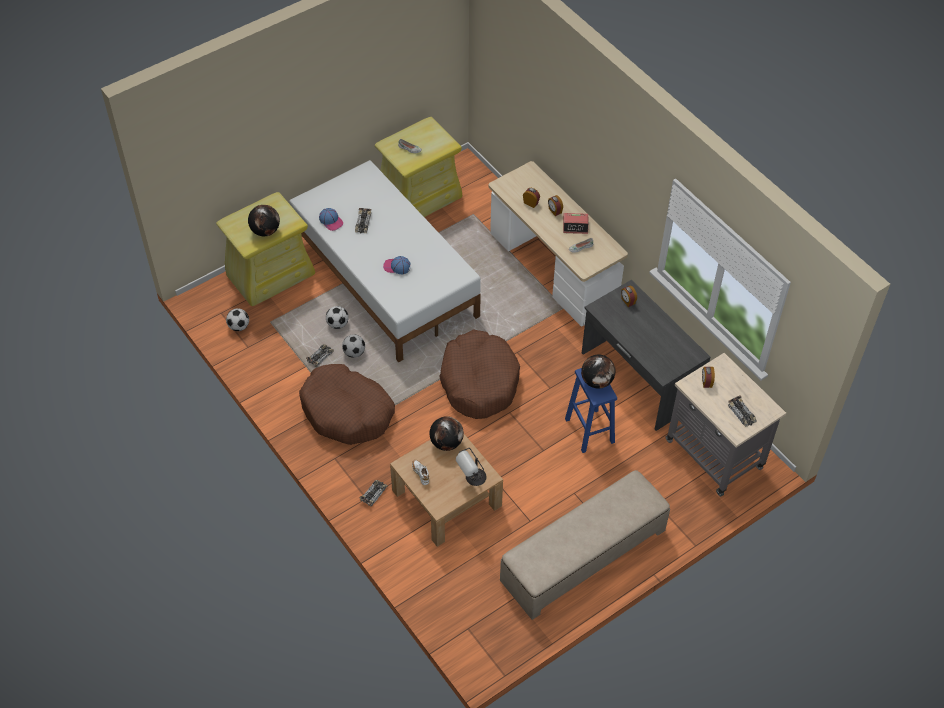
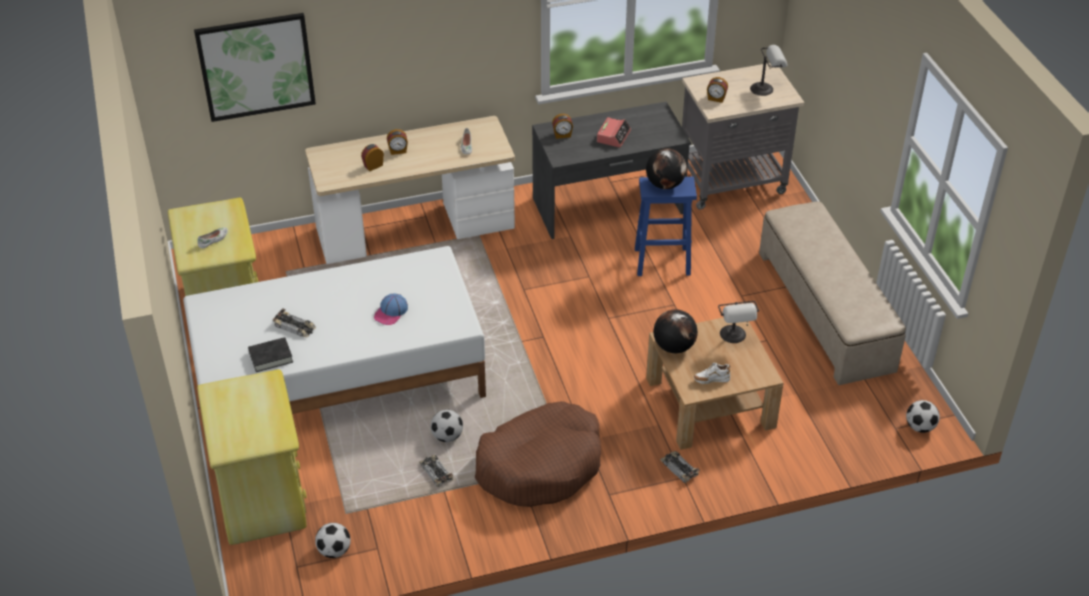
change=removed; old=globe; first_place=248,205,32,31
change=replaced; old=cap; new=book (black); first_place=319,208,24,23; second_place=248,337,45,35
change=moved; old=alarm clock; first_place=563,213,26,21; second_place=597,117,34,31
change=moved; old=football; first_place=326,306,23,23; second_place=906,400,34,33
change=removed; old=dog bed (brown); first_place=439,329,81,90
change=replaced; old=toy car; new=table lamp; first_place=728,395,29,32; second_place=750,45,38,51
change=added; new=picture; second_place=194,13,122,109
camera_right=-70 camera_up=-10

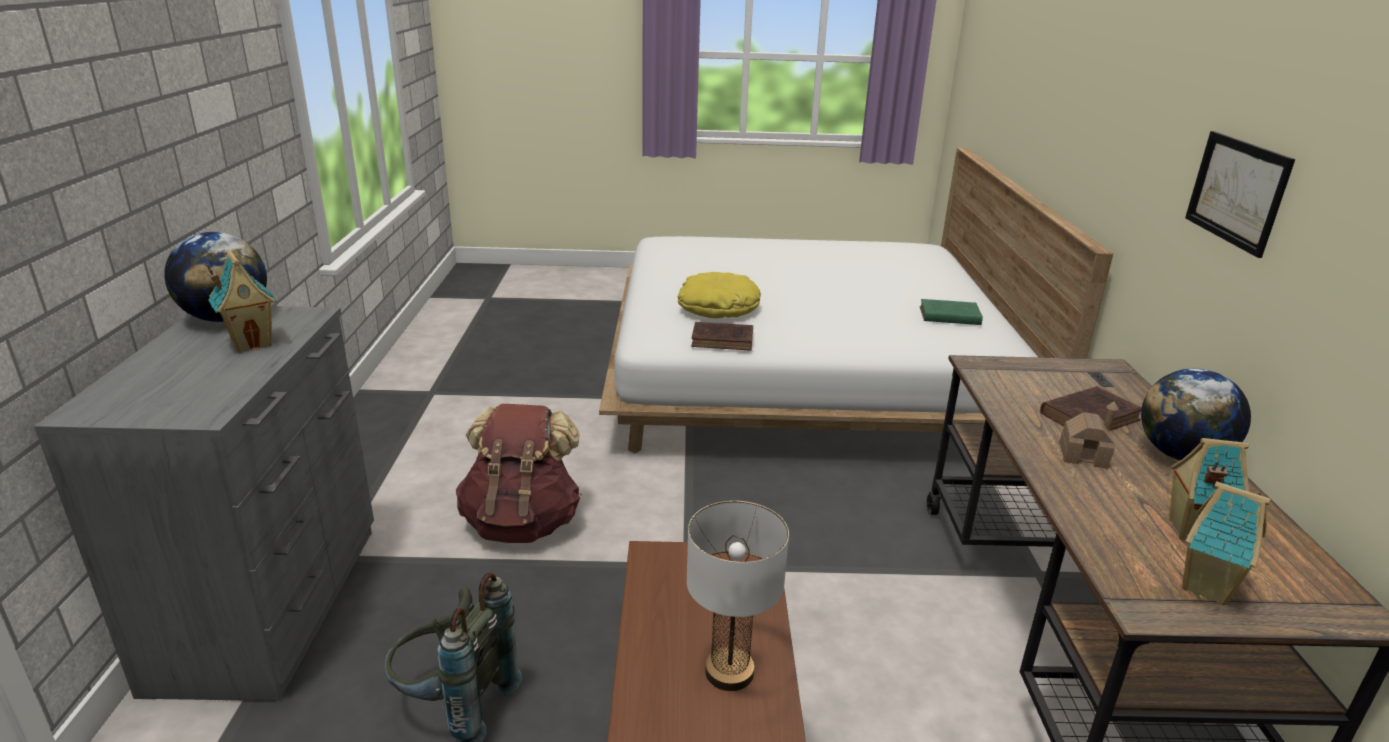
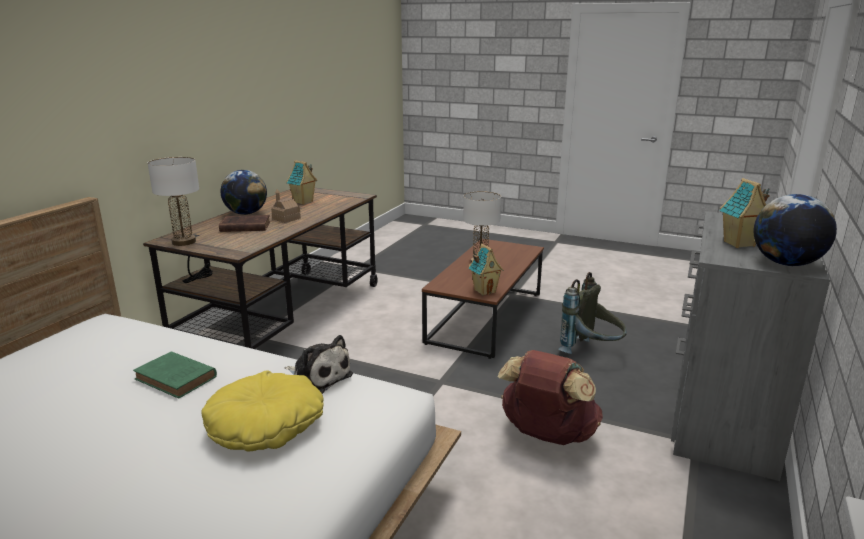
change=removed; old=picture; first_place=1185,131,110,127
change=moved; old=book (green); first_place=920,299,63,26; second_place=133,351,84,47
change=replaced; old=book (brown); new=plush toy; first_place=691,322,62,29; second_place=284,335,69,59
change=moved; old=toy house; first_place=1182,481,89,124; second_place=468,244,35,52
change=added; new=table lamp; second_place=148,157,51,89
camera_right=-155 camera_up=-5

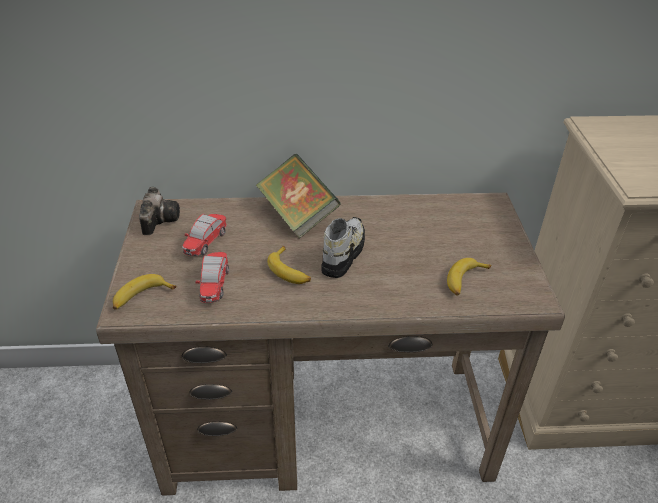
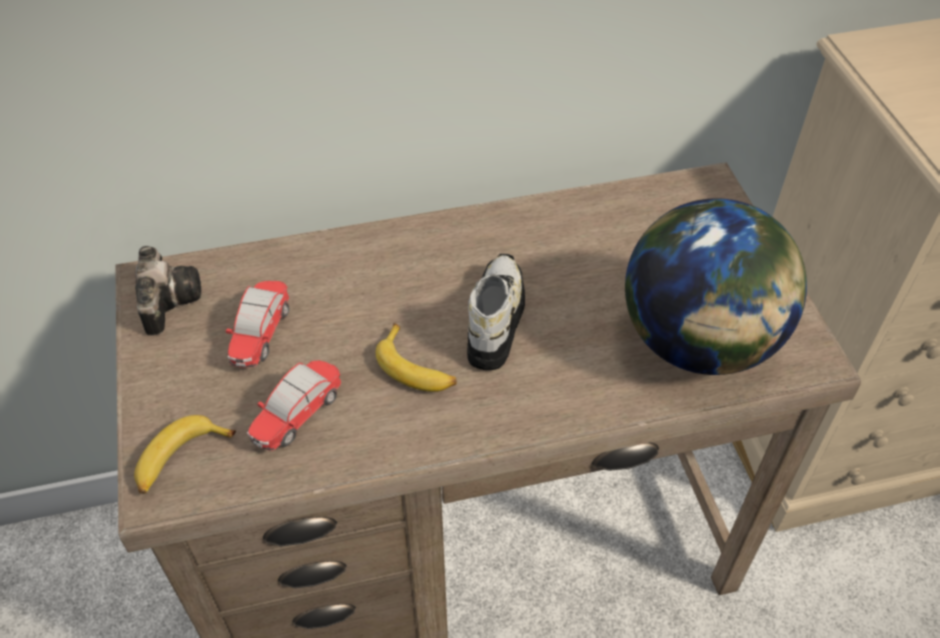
change=removed; old=book; first_place=255,154,85,84
change=turned; old=toy car; first_place=196,252,33,51; second_place=247,360,94,91; degrees=45
change=replaced; old=banana; new=globe; first_place=447,258,44,37; second_place=625,198,182,177
camera_right=-10 camera_up=10

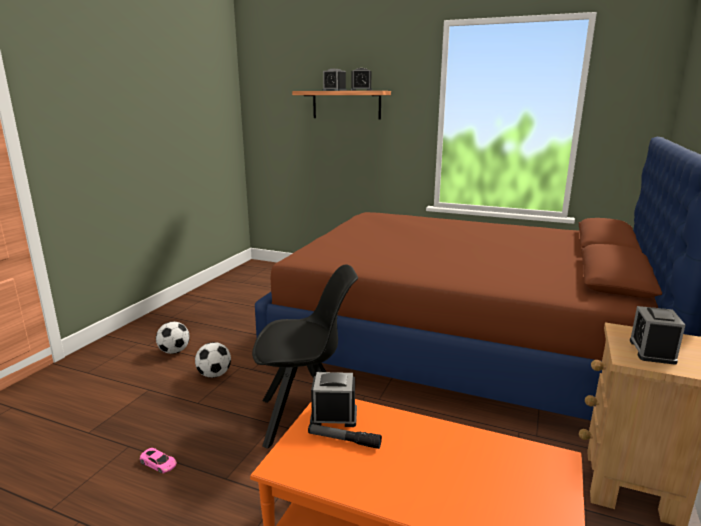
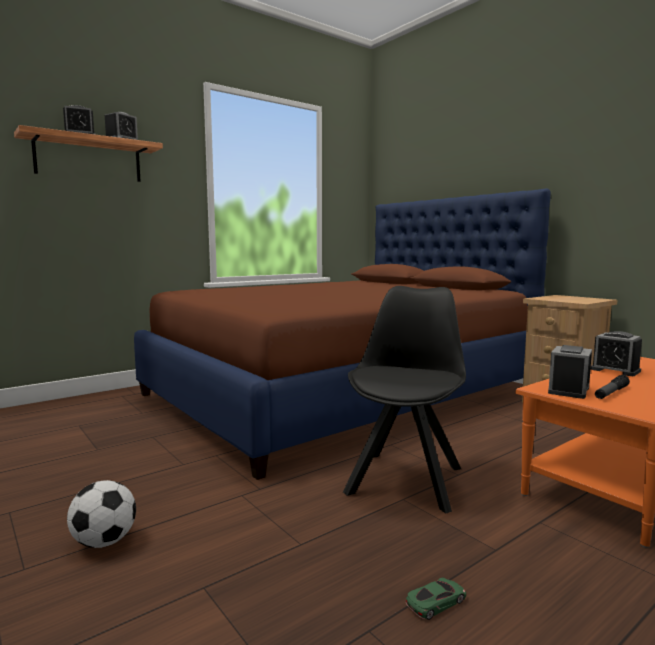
change=moved; old=alarm clock; first_place=630,306,55,59; second_place=591,331,51,45
change=removed; old=football; first_place=195,342,36,36
change=recoloured; old=toy car (pink); new=toy car (green); first_place=140,448,37,25; second_place=406,578,60,42
camera_right=-60 camera_up=-10

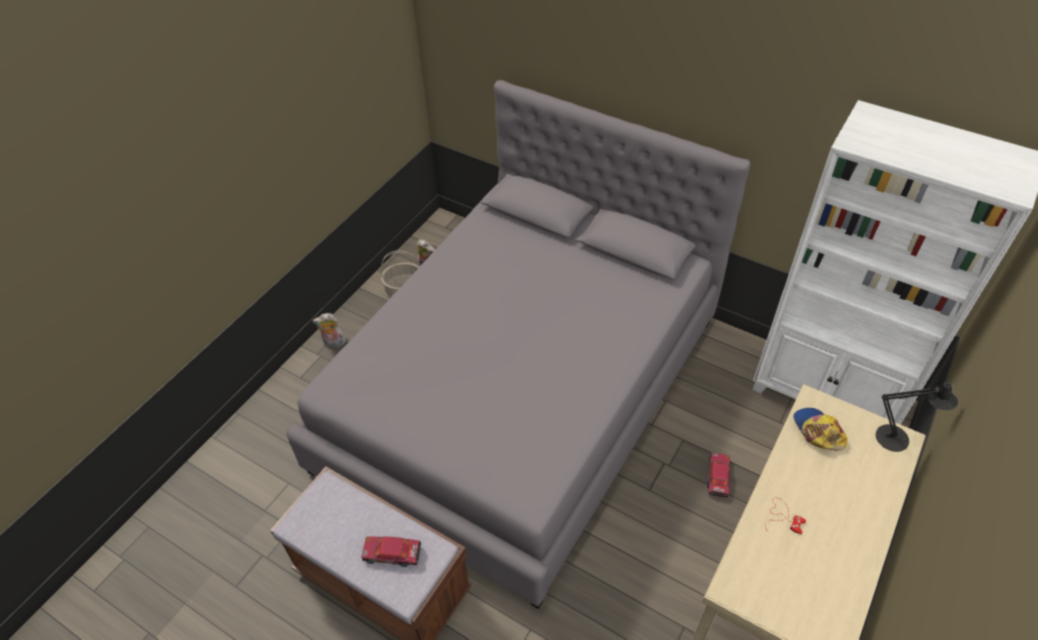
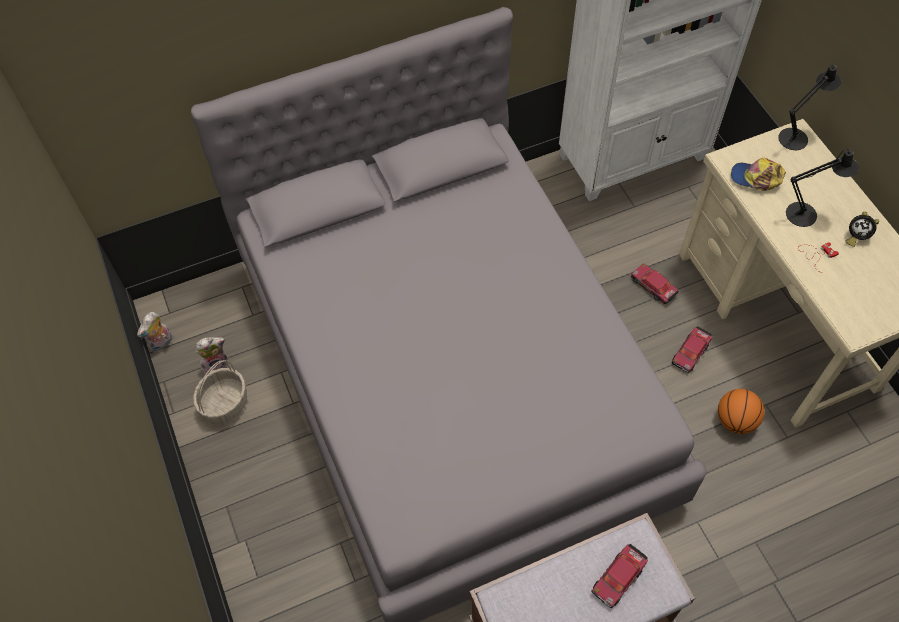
change=moved; old=plush toy; first_place=312,313,34,36; second_place=137,312,35,40
change=added; new=table lamp (black); second_place=786,149,73,78
change=added; new=alarm clock; second_place=845,211,34,36
change=added; new=toy car; second_place=672,326,40,47
change=added; new=basketball; second_place=718,389,47,45
camera_right=-55 camera_up=10

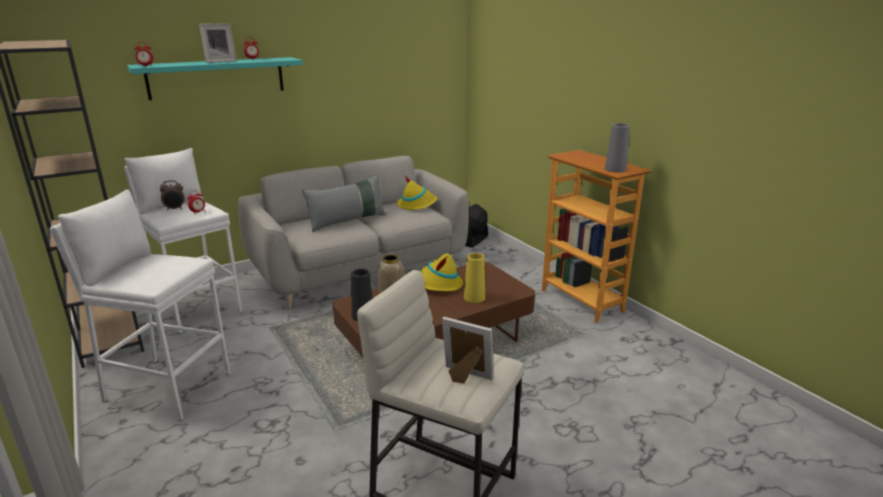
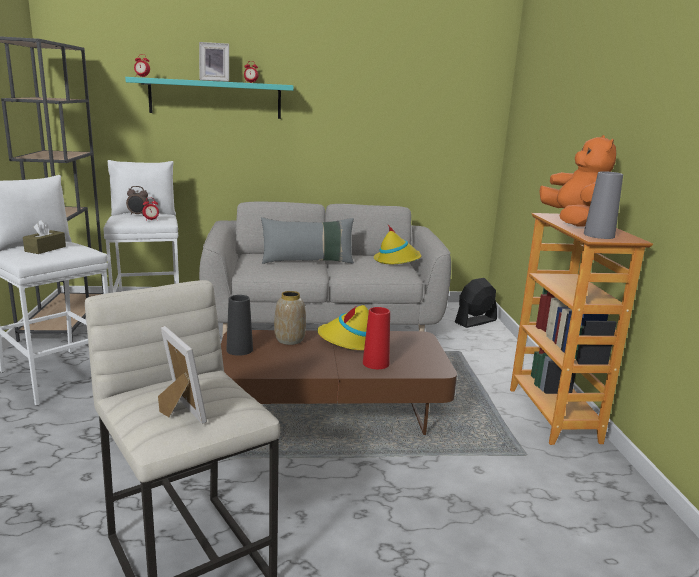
change=recoloured; old=vase (yellow); new=vase (red); first_place=464,253,21,50; second_place=363,307,27,62
change=added; new=plush toy (orange); second_place=540,135,76,92
change=added; new=tissue box (brown); second_place=23,220,43,34
camera_right=25 camera_up=-5

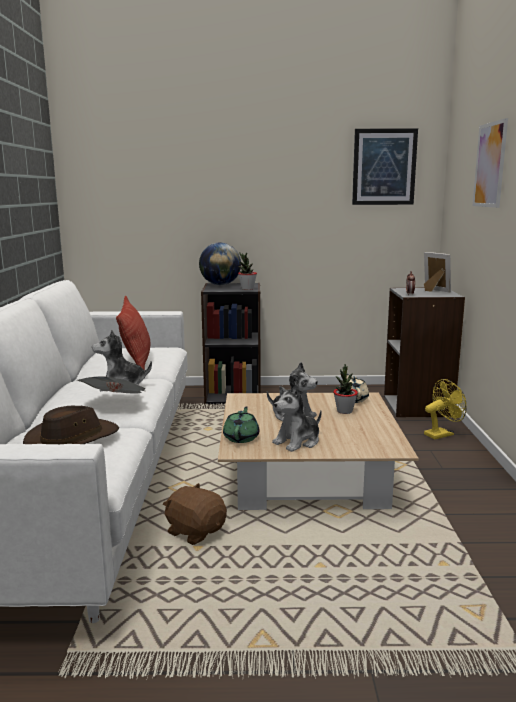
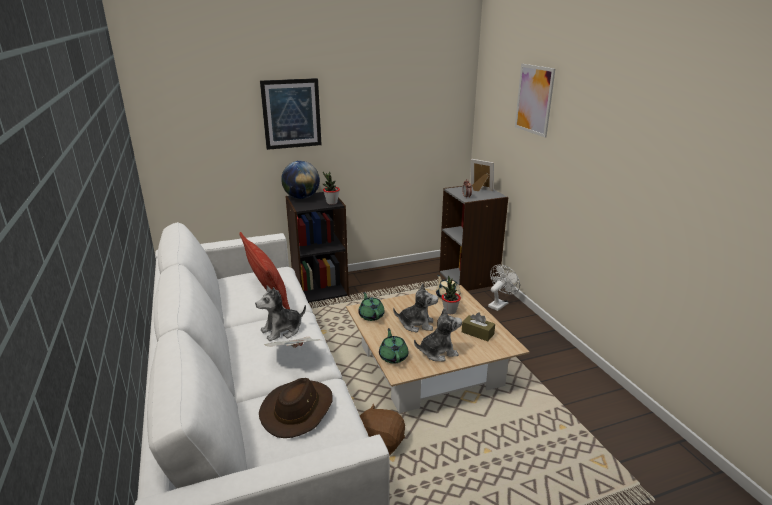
change=moved; old=picture; first_place=352,128,66,77; second_place=260,78,62,72
change=recoloured; old=fan (yellow); new=fan (white); first_place=424,379,42,61; second_place=488,265,32,46
change=turned; old=plush toy; first_place=272,384,50,68; second_place=414,307,48,54; degrees=-135
change=added; new=teapot (green); second_place=358,292,27,29
change=added; new=tissue box (brown); second_place=462,313,33,28
camera_right=-20 camera_up=10

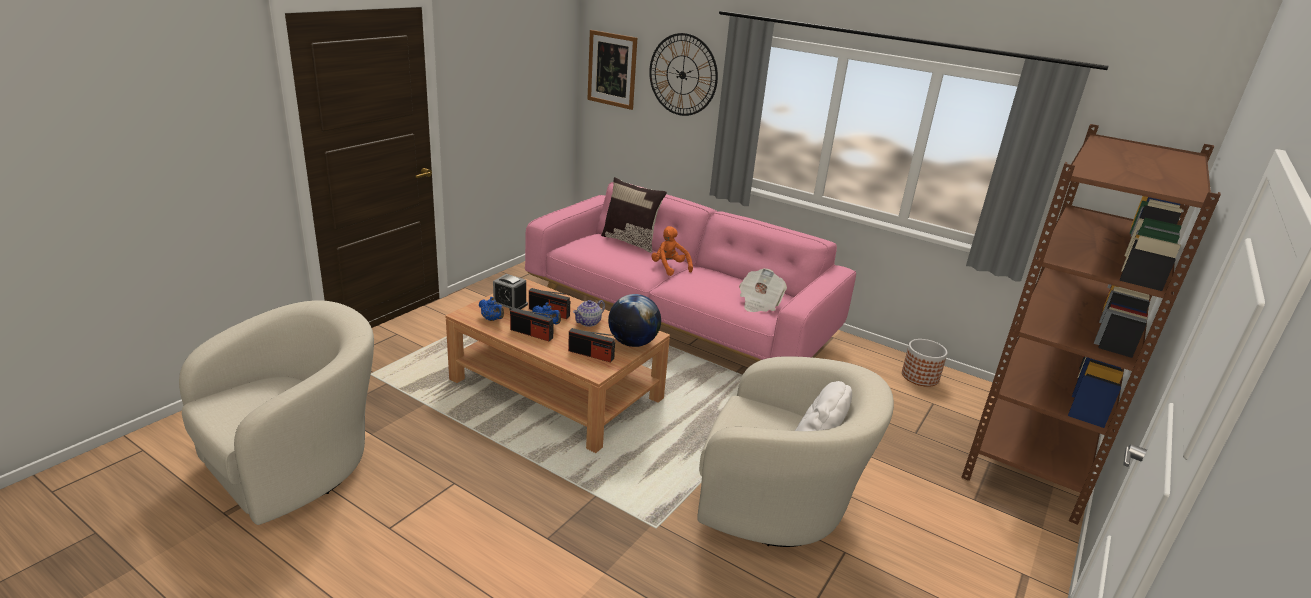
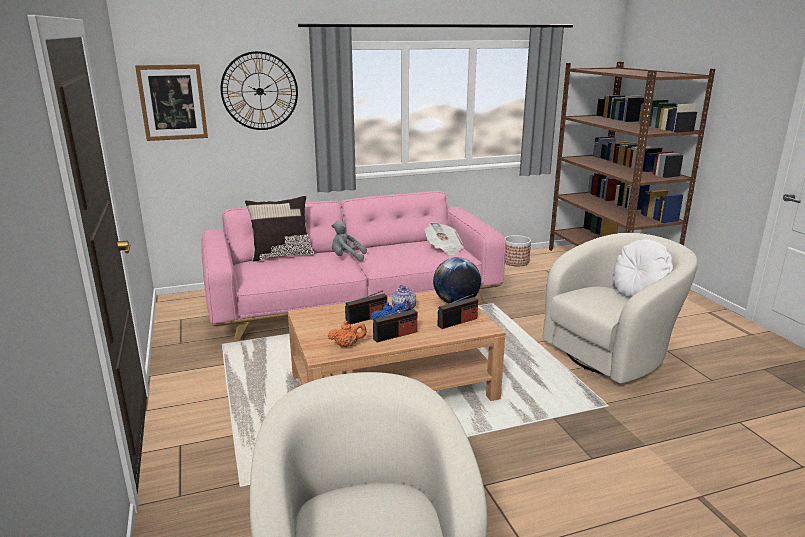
change=recoloured; old=plush toy (orange); new=plush toy (grey); first_place=651,226,42,50; second_place=332,221,35,40
change=removed; old=alarm clock; first_place=493,274,35,36
change=recoloured; old=teapot (blue); new=teapot (orange); first_place=479,297,25,24; second_place=328,321,38,26
camera_right=-50 camera_up=-5

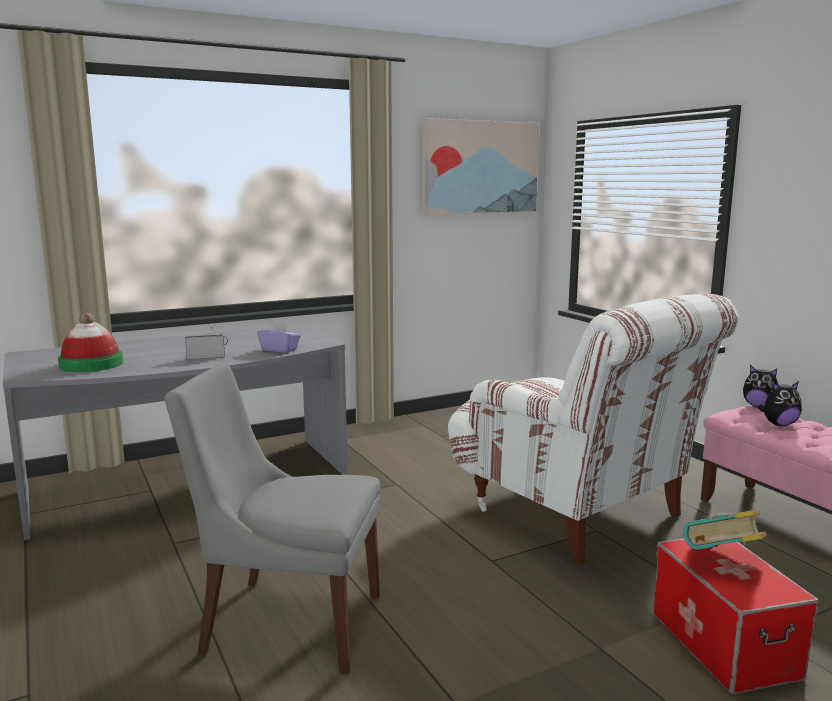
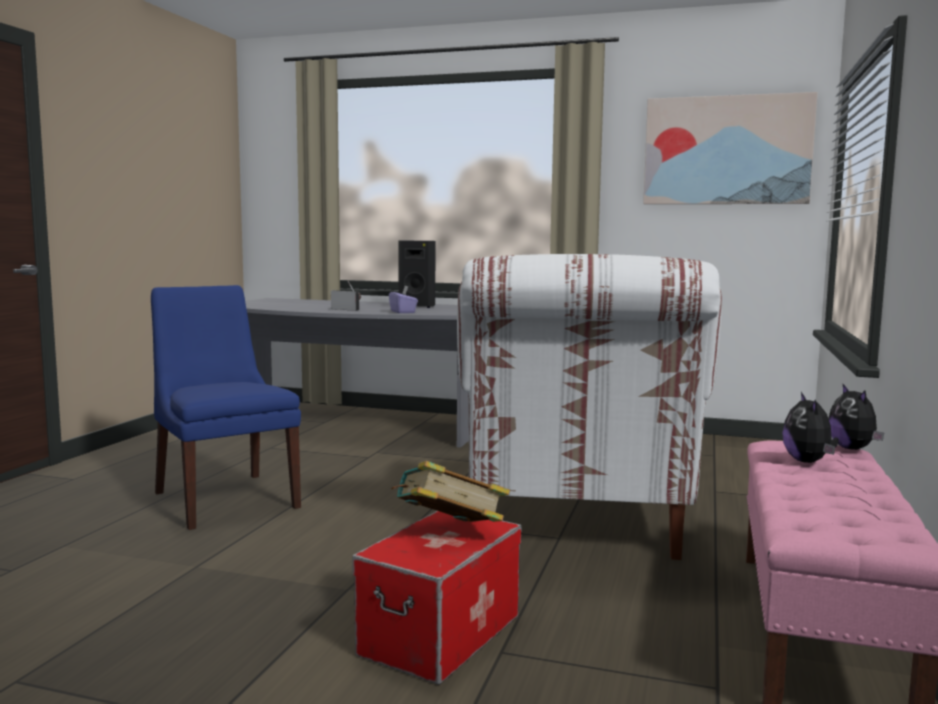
change=removed; old=hat; first_place=58,313,65,59
change=recoloured; old=chair (grey); new=chair (blue); first_place=165,363,215,311; second_place=151,285,150,245
change=turned; old=plush toy; first_place=758,381,44,45; second_place=782,392,57,71; degrees=60
change=added; new=speaker (black); second_place=398,241,37,67
camera_right=45 camera_up=-5

